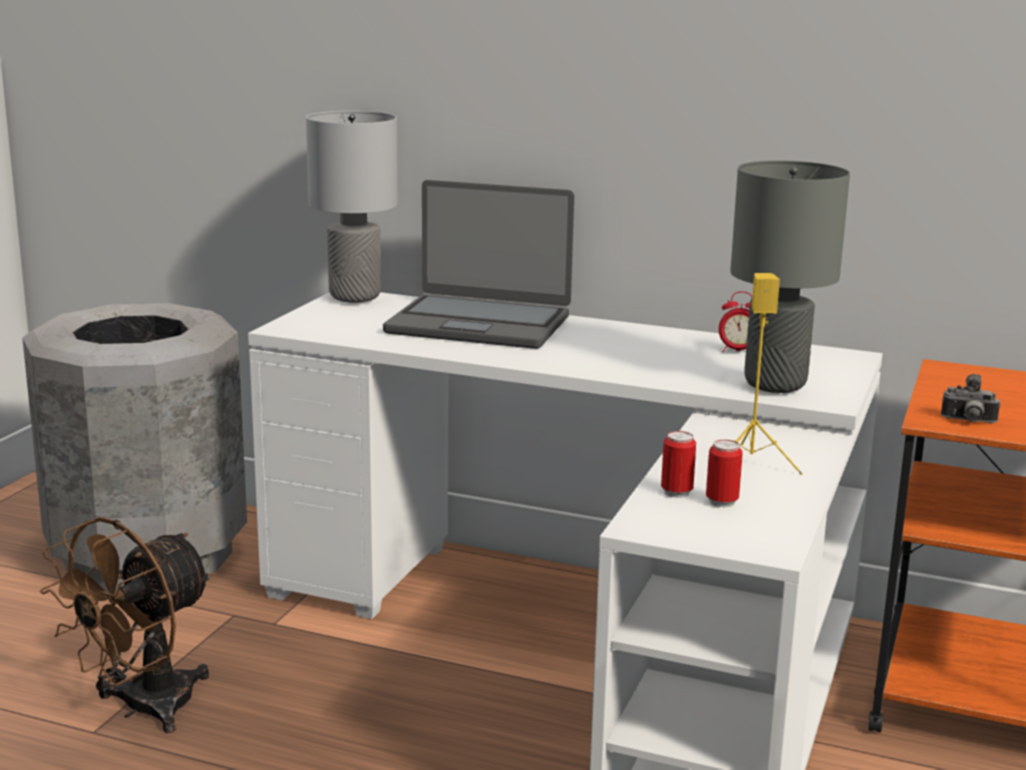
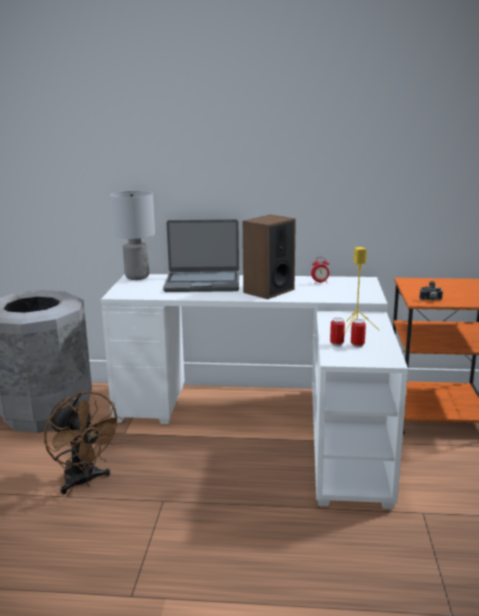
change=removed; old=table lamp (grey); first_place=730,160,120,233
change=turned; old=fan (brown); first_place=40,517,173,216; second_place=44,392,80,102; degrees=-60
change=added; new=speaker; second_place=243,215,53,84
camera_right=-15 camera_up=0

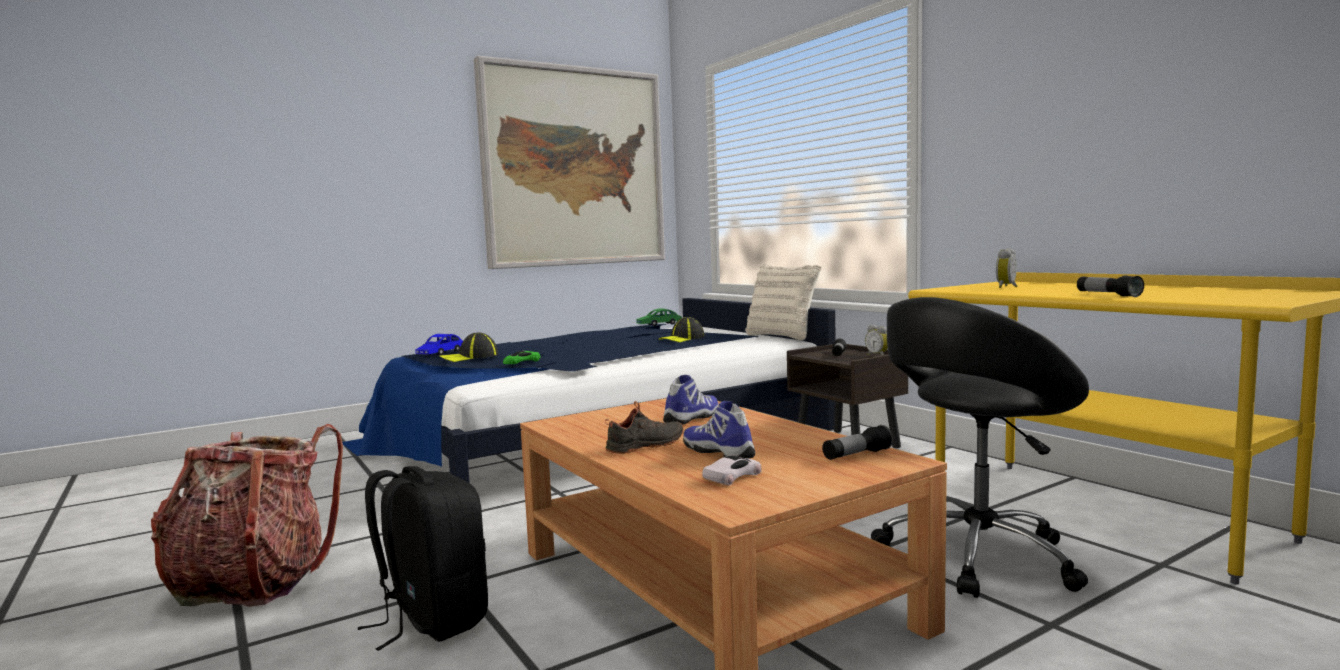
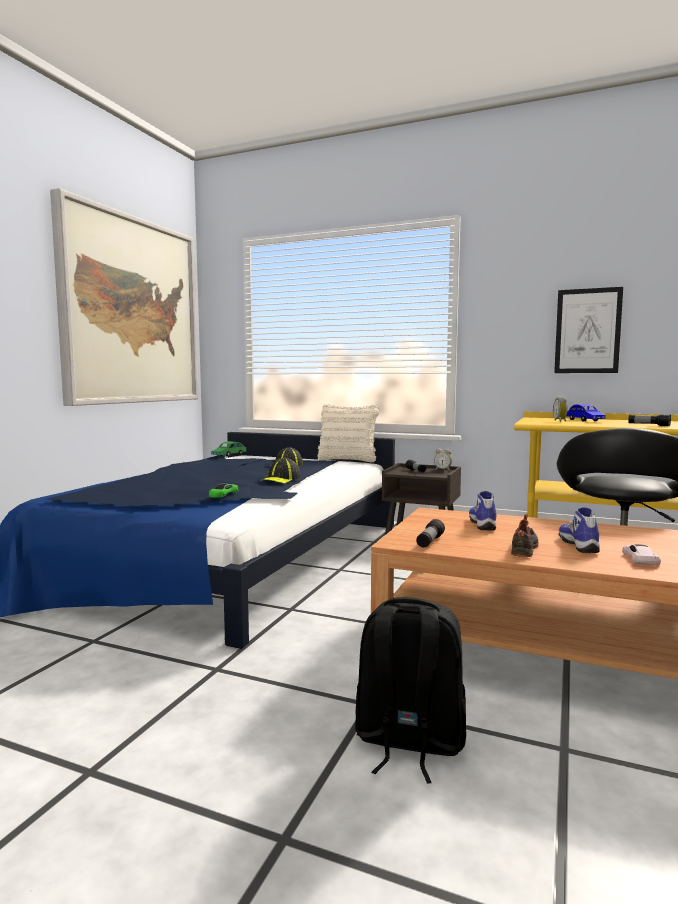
change=moved; old=cap; first_place=440,332,58,30; second_place=260,458,41,26
change=moved; old=toy car (blue); first_place=415,334,48,22; second_place=567,404,38,17
change=turned; old=shoe; first_place=683,401,72,58; second_place=559,507,41,46; degrees=75
change=removed; old=backpack; first_place=151,424,192,183
change=moved; old=flashlight; first_place=822,425,71,35; second_place=416,519,29,28
change=added; new=picture; second_place=554,287,69,86
camera_right=-35 camera_up=0

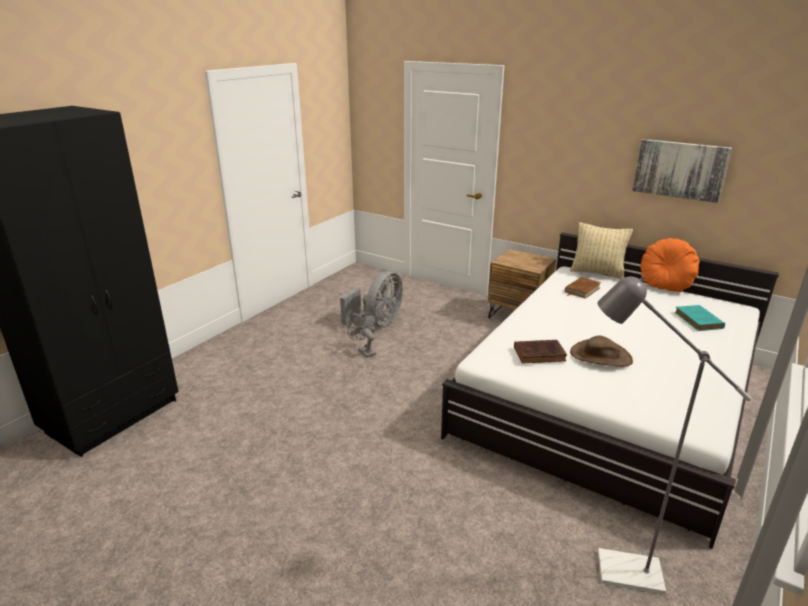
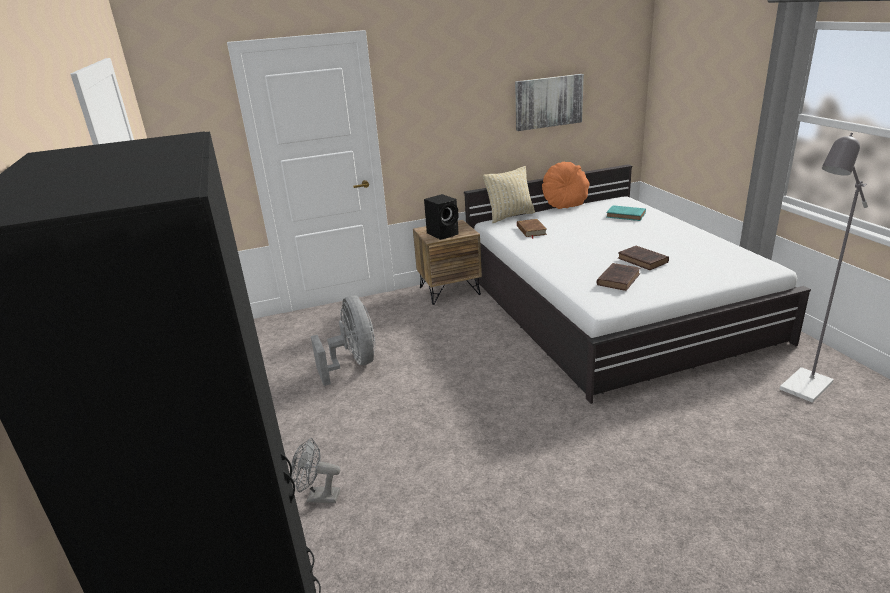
change=moved; old=fan (grey); first_place=348,313,29,45; second_place=291,438,49,65
change=replaced; old=hat (brown); new=book (brown); first_place=570,336,63,31; second_place=618,246,51,24
change=added; new=speaker (black); second_place=424,194,35,46
camera_right=-50 camera_up=0

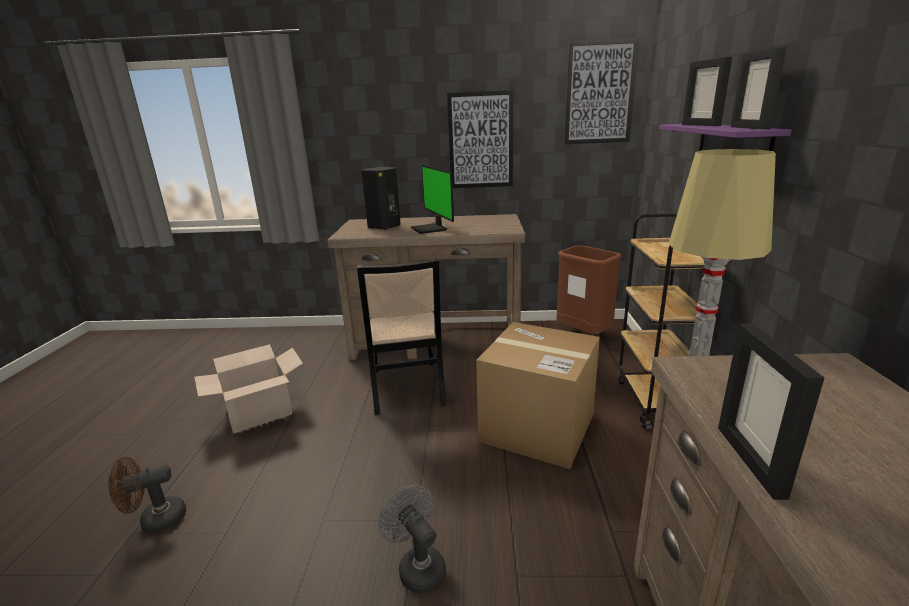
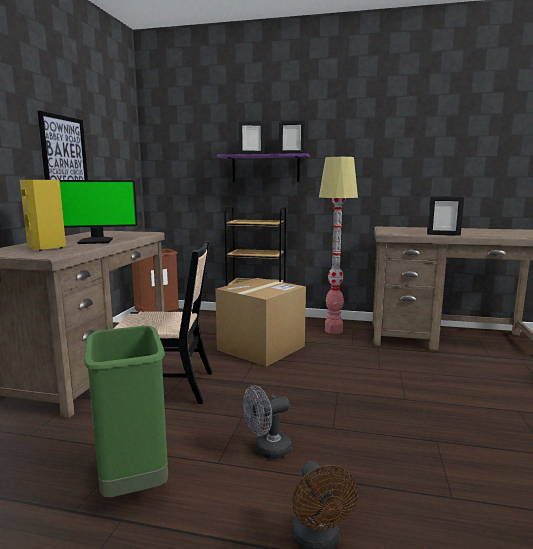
change=removed; old=picture; first_place=564,38,75,106
change=recoloured; old=speaker (black); new=speaker (yellow); first_place=362,167,39,63; second_place=20,180,46,71
change=replaced; old=cardboard box; new=trash can (green); first_place=194,344,109,89; second_place=84,326,84,171
change=moved; old=fan (grey); first_place=378,485,68,108; second_place=243,385,49,74
camera_right=-80 camera_up=-10

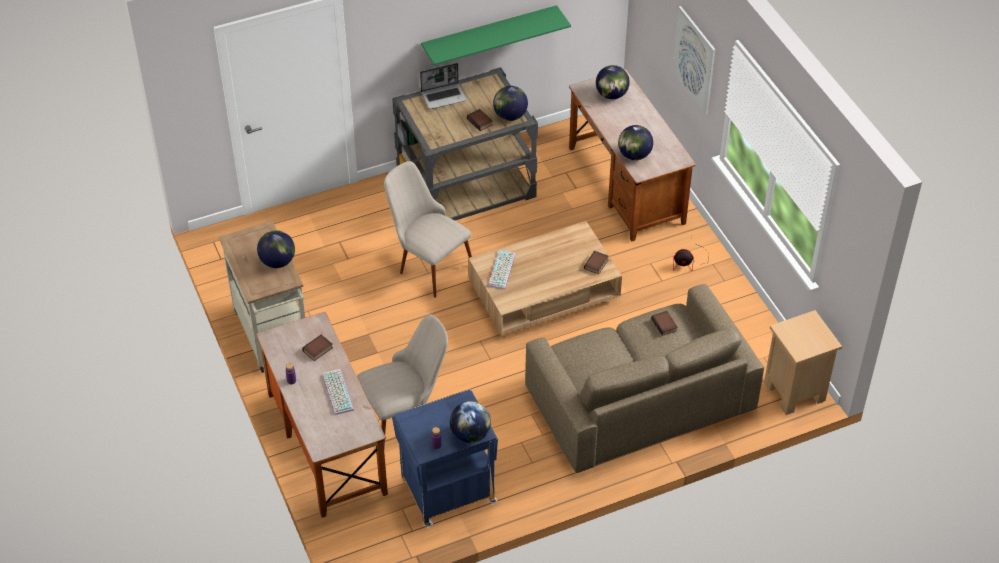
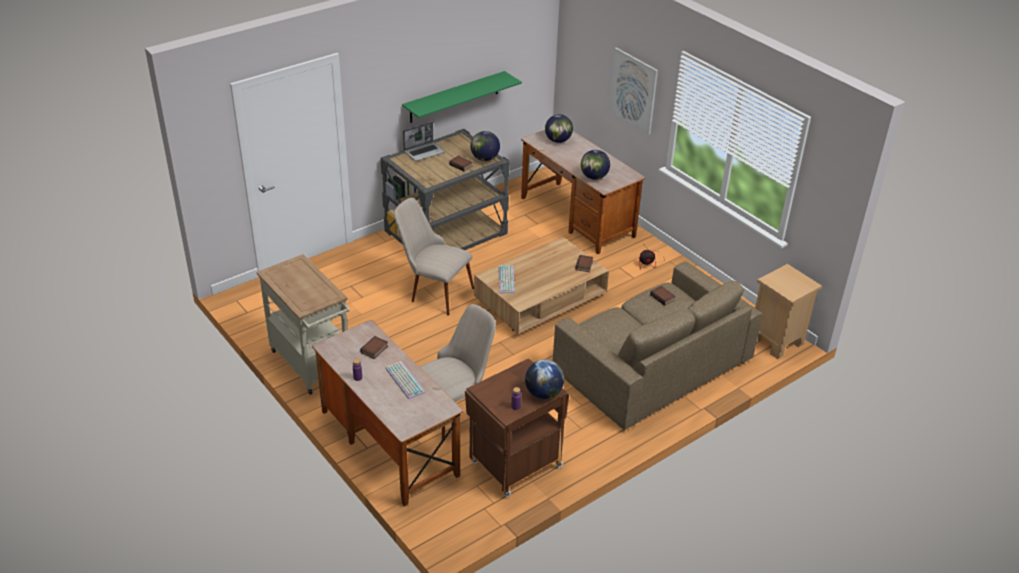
change=removed; old=globe; first_place=257,230,38,38
change=recoloured; old=cart (blue); new=cart (brown); first_place=392,389,106,139; second_place=465,358,104,140
camera_right=-15 camera_up=-10

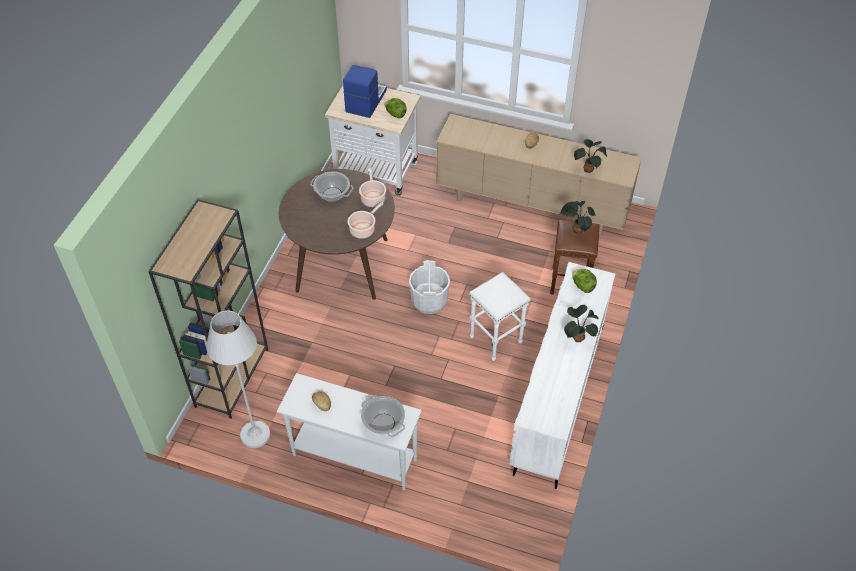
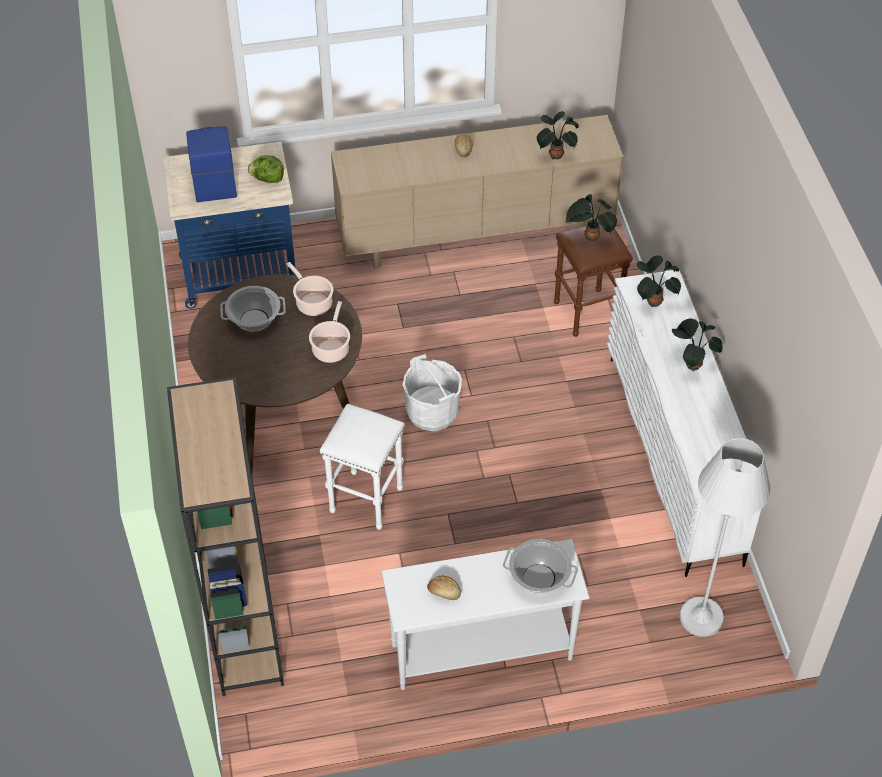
change=recoloured; old=cart (white); new=cart (blue); first_place=325,86,95,110; second_place=163,142,132,167
change=replaced; old=lettuce; new=potted plant; first_place=572,269,25,24; second_place=637,255,44,52
change=moved; old=stool (white); first_place=469,272,61,89; second_place=320,404,85,126
change=moved; old=floor lamp (white); first_place=206,310,64,138; second_place=680,438,91,199
camera_right=-30 camera_up=0

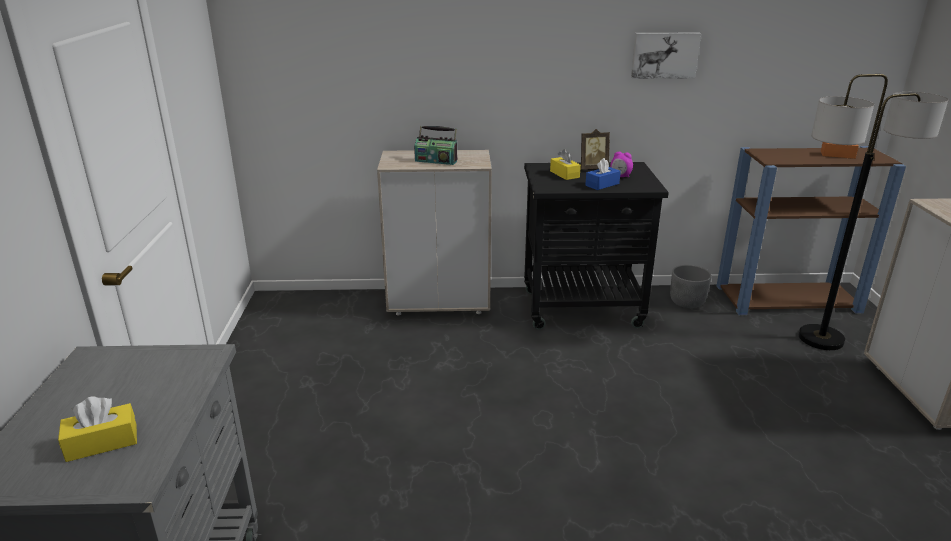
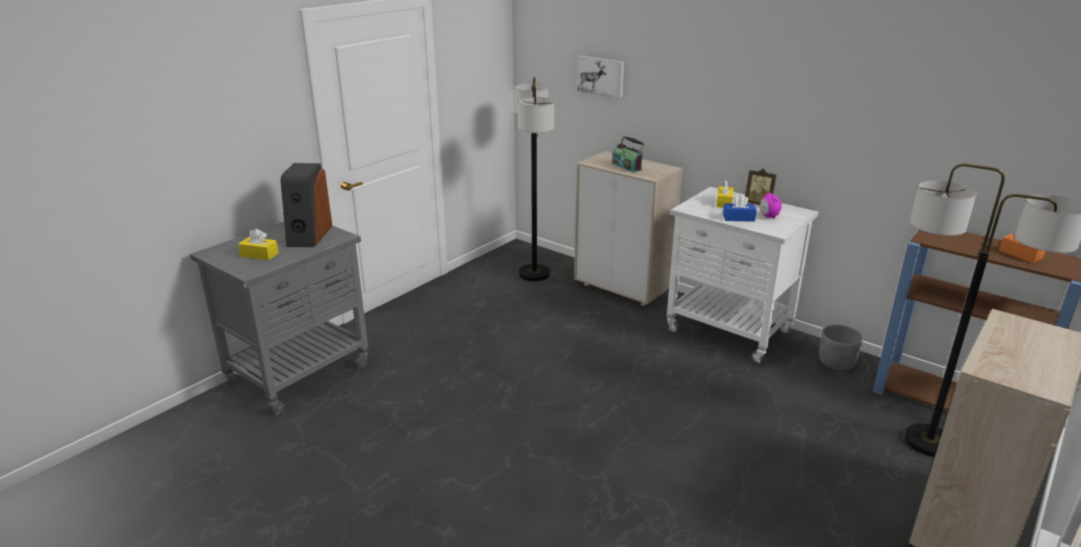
change=moved; old=picture; first_place=631,33,70,46; second_place=577,56,47,43
change=recoloured; old=cart (black); new=cart (white); first_place=524,162,145,168; second_place=667,187,152,176
change=added; new=floor lamp; second_place=515,77,39,204
change=added; new=speaker; second_place=281,163,51,84
camera_right=40 camera_up=0

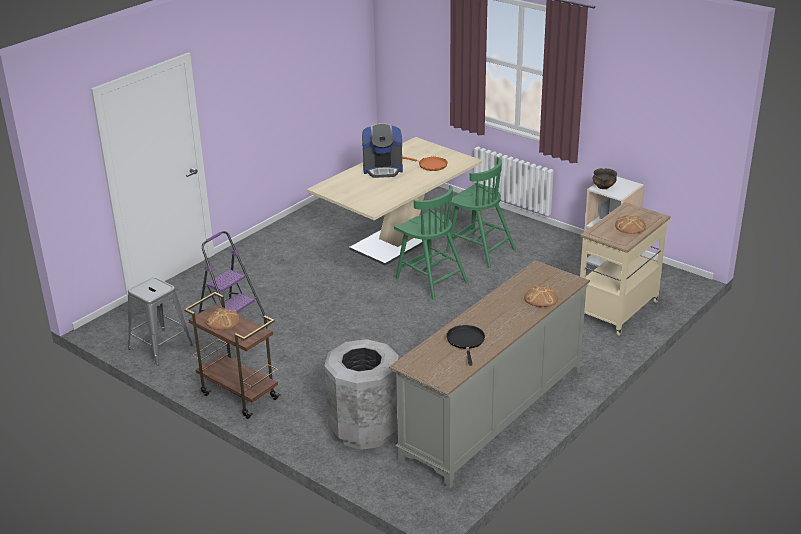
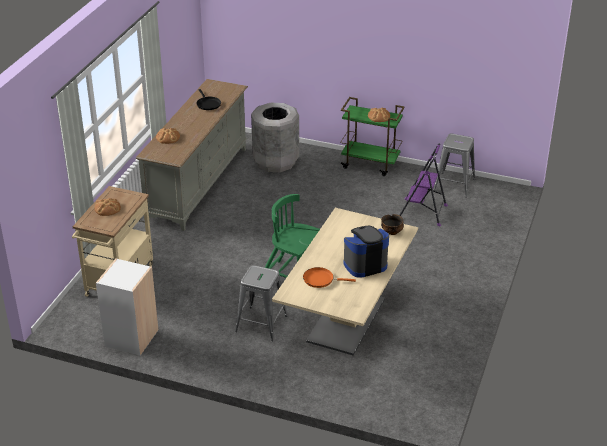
change=replaced; old=chair (green); new=stool (grey); first_place=446,157,70,111; second_place=235,265,52,76
change=moved; old=bowl; first_place=592,168,25,21; second_place=381,214,23,21
change=recoloured; old=cart (brown); new=cart (green); first_place=184,292,97,127; second_place=340,97,65,79
camera_right=160 camera_up=5

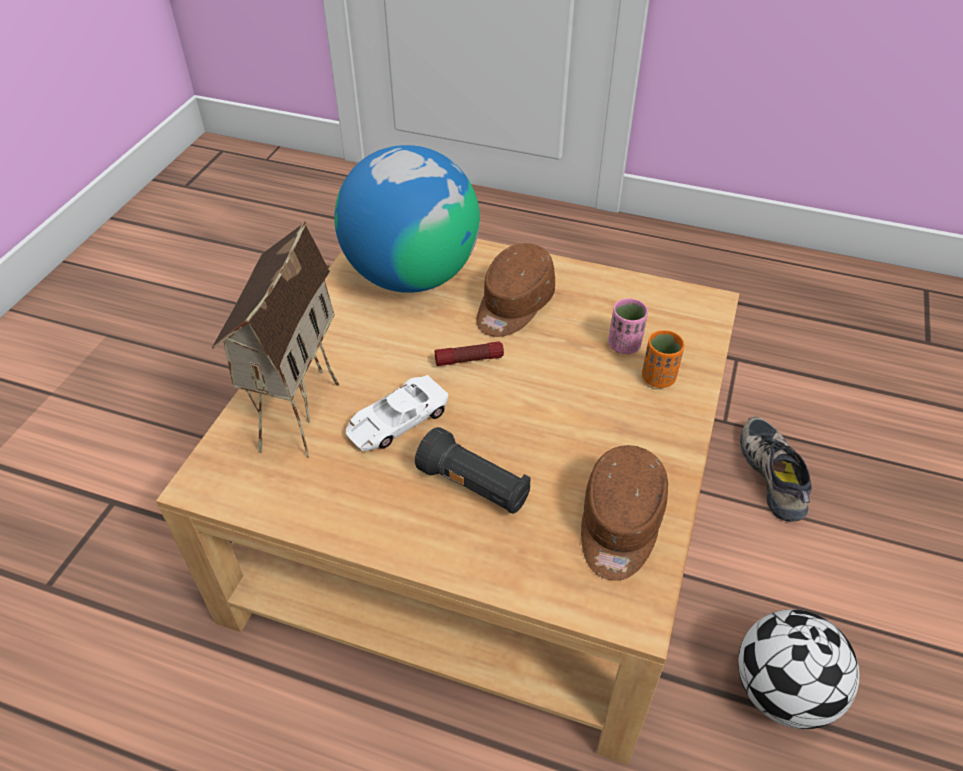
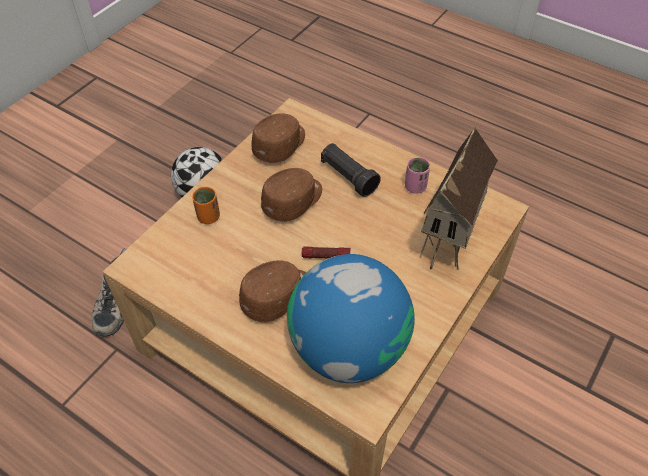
change=moved; old=cup (pink); first_place=608,298,40,56; second_place=405,157,25,37
change=removed; old=toy car (white); first_place=346,375,102,76
change=added; new=cap (brown); second_place=261,168,61,54
camera_right=-165 camera_up=5

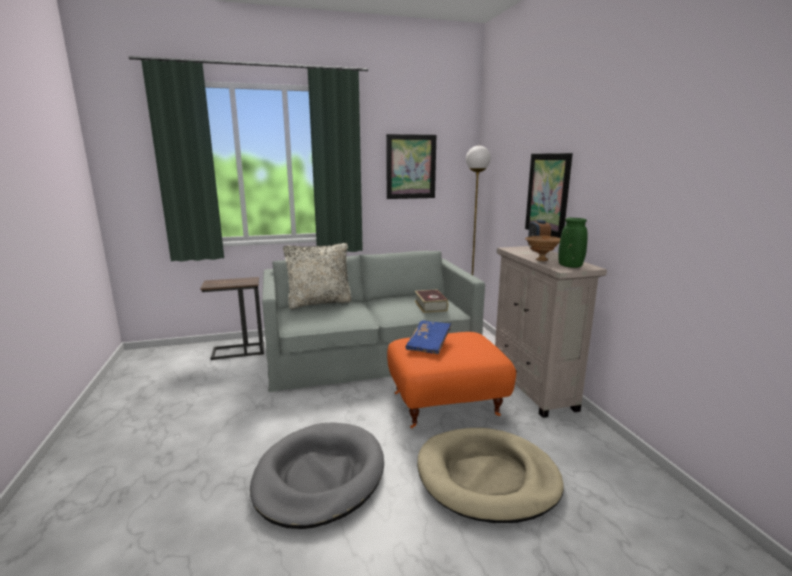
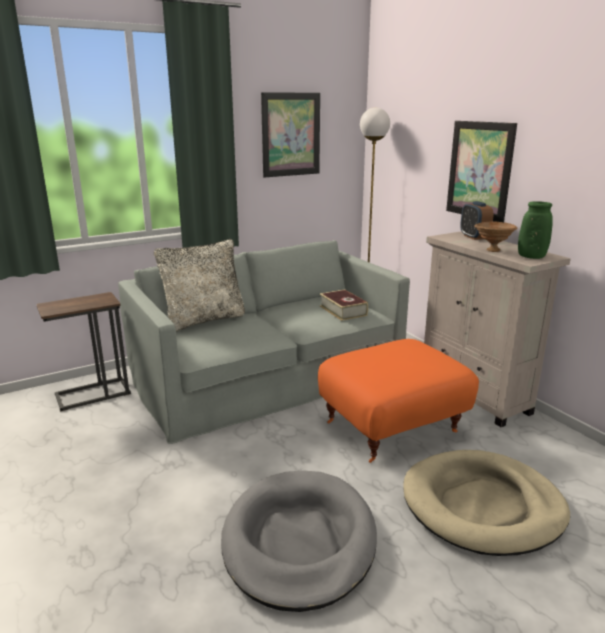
change=removed; old=book (blue); first_place=405,320,46,34
camera_right=-15 camera_up=5

